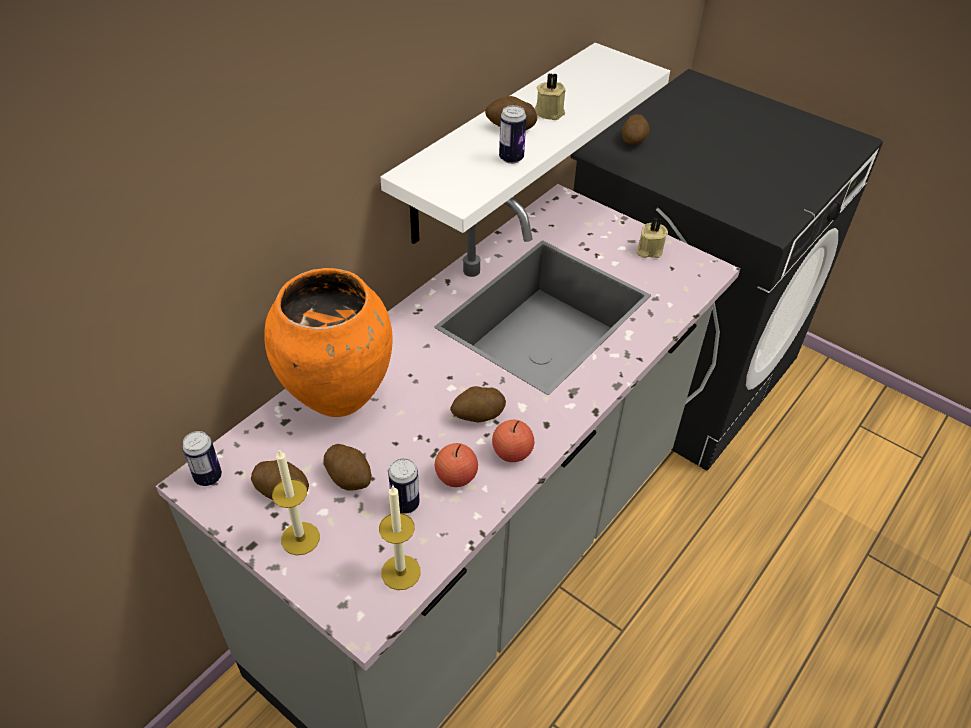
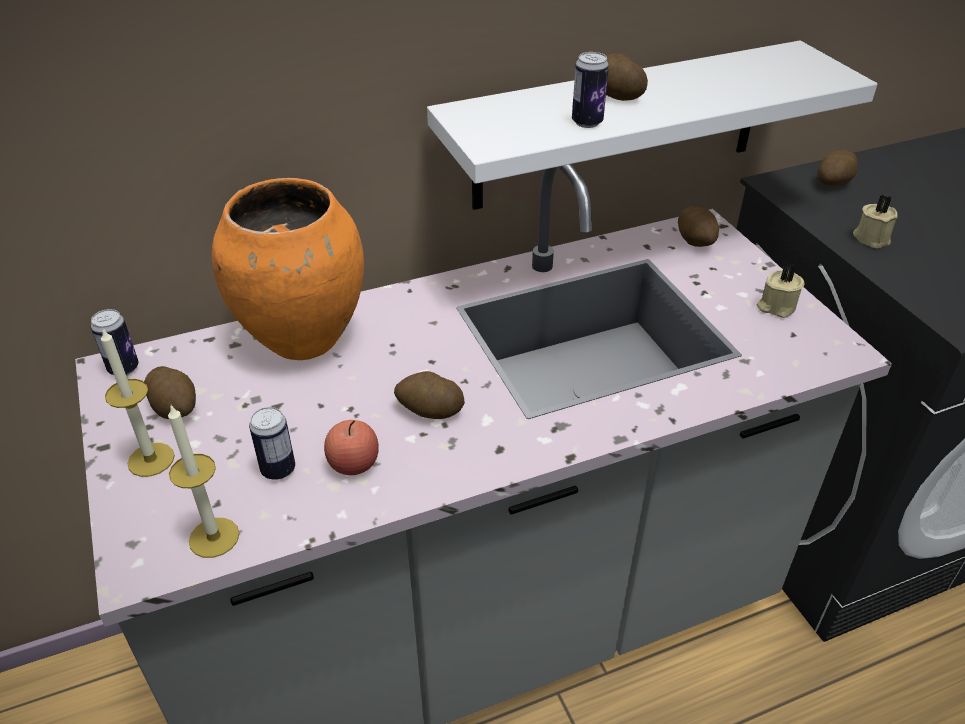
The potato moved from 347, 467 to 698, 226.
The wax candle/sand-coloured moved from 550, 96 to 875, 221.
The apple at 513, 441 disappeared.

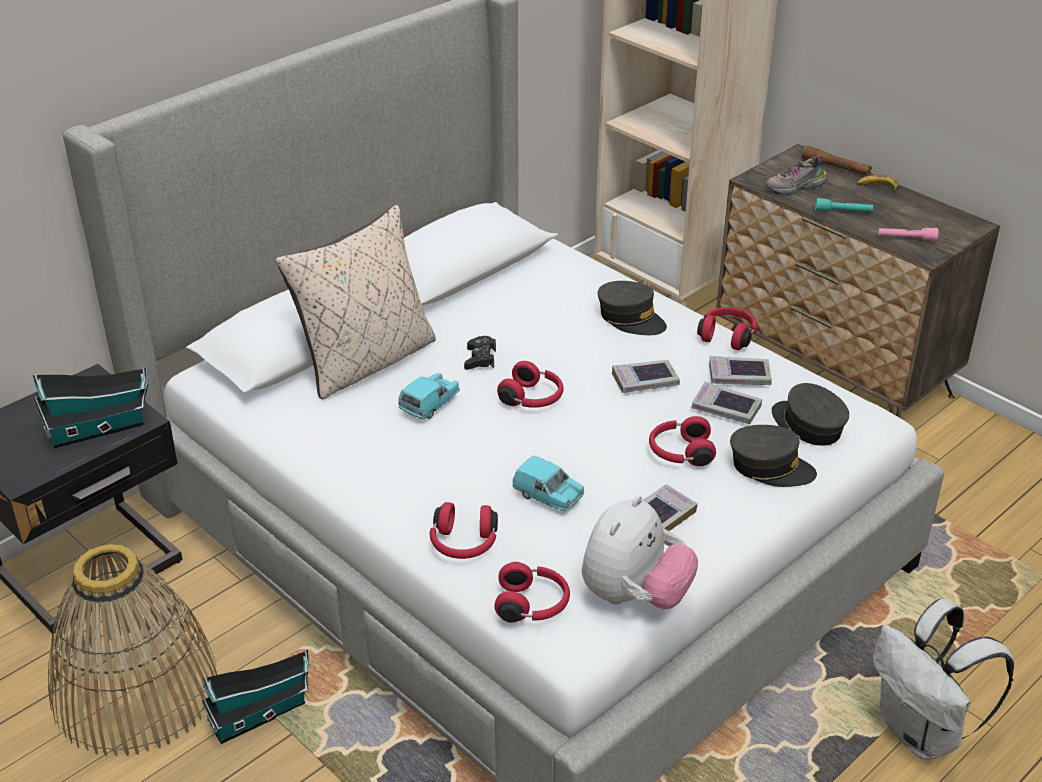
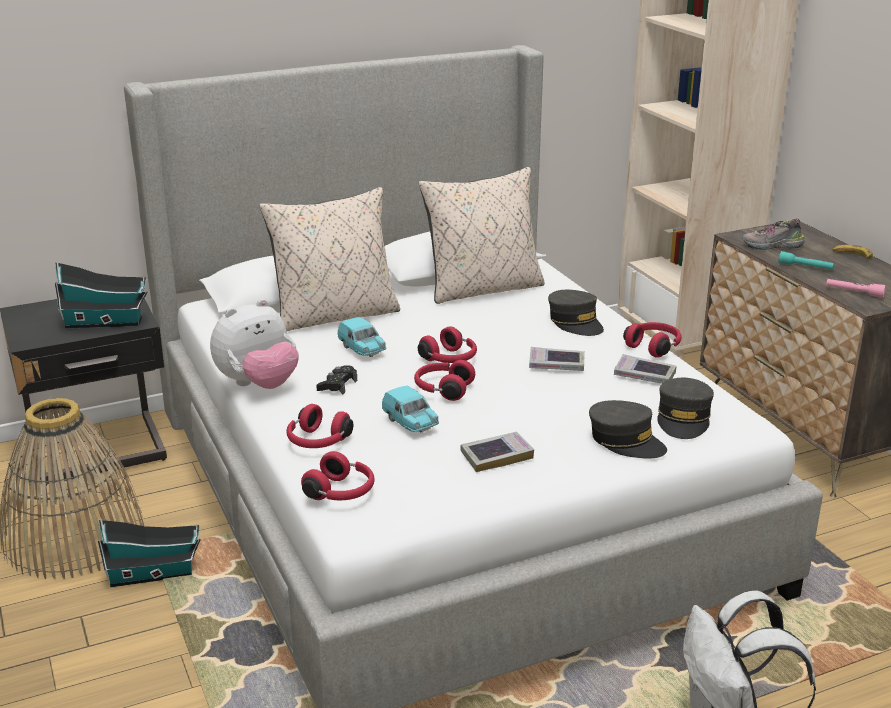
The soft toy moved from 640, 552 to 254, 344.
The gamepad/blackish moved from 480, 353 to 336, 379.
The toy car/blue-green at 429, 396 turned 90 degrees clockwise.
The pair of headphones/reddish moved from 682, 441 to 444, 380.
The cushion/sand-coloured at 481, 235 appeared.
The cap/gray at 810, 414 turned 150 degrees counterclockwise.
The bound book at 727, 403 disappeared.
The torch/brownish at 836, 161 disappeared.

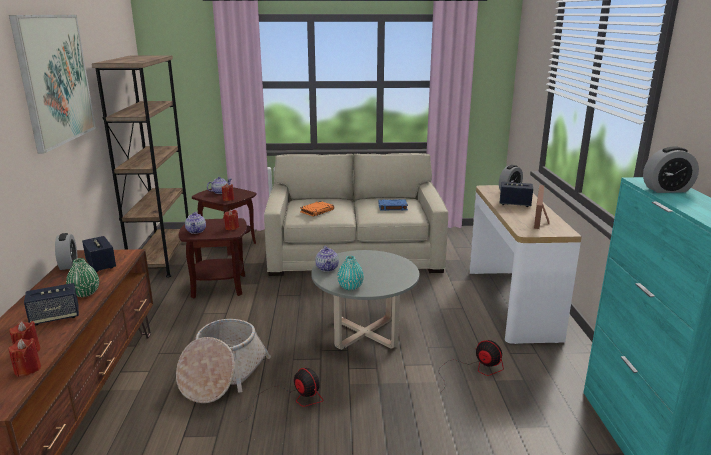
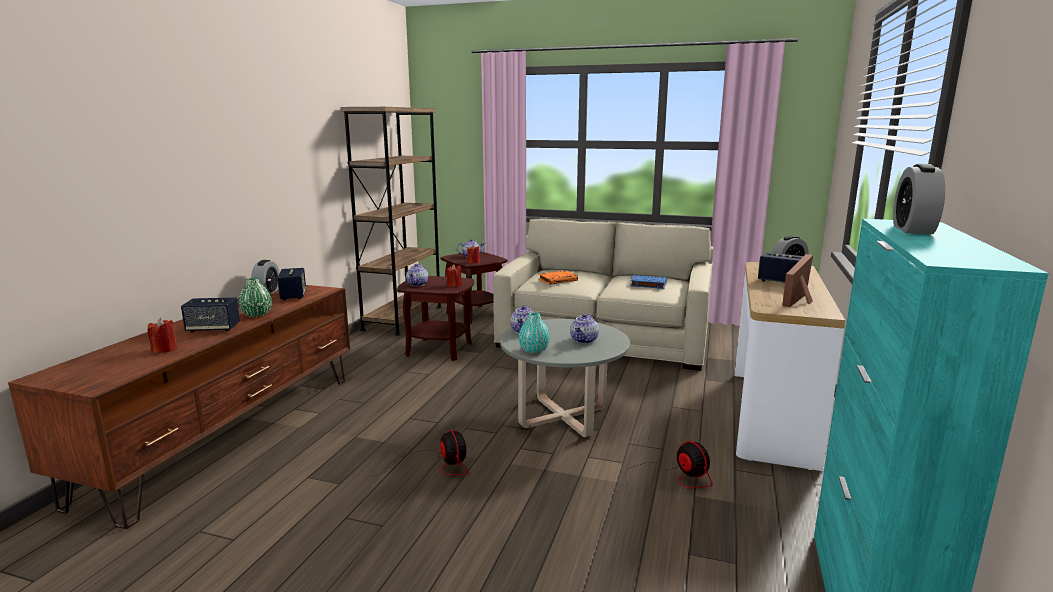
The tea pot at 584, 329 appeared.
The alarm clock at 671, 169 turned 90 degrees clockwise.
The wax candle/reddish at 24, 357 disappeared.
The wall picture at 52, 84 disappeared.
The basket at 223, 361 disappeared.

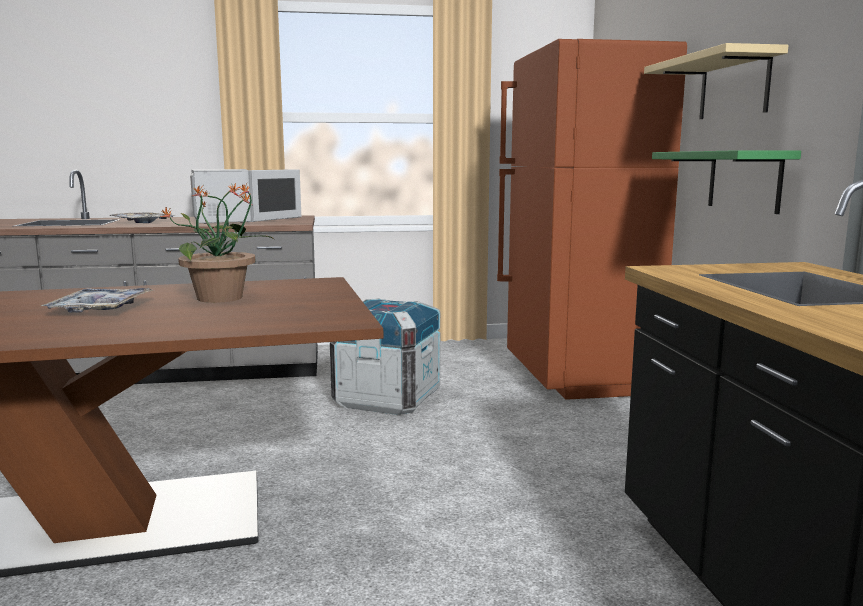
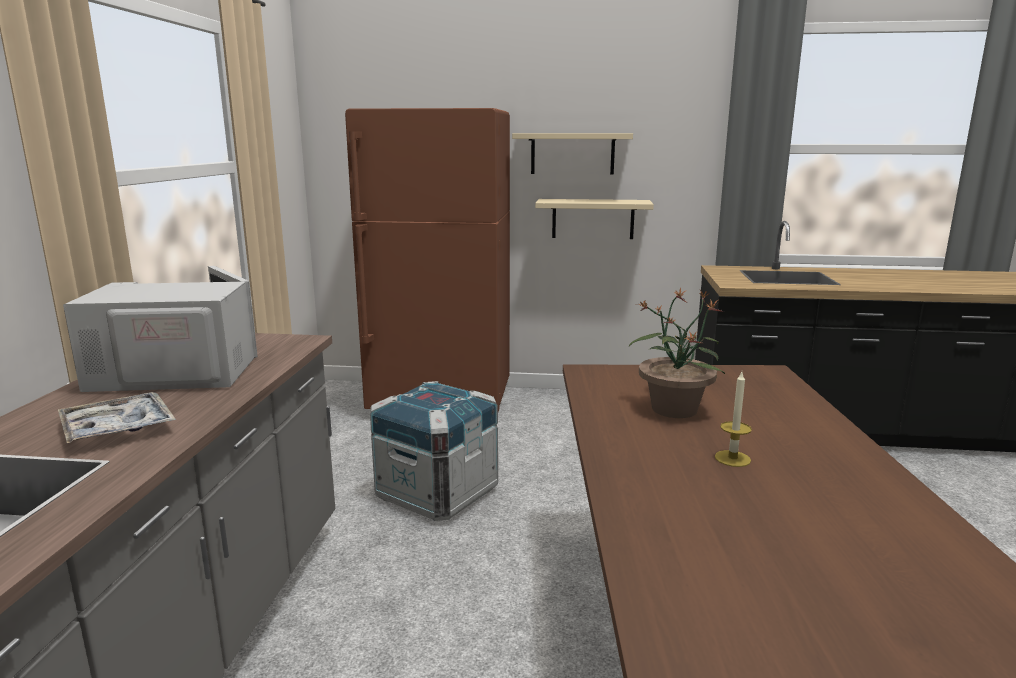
The bracket shelf/green-coloured at 726, 182 became the bracket shelf/sand-coloured at 594, 219.
The carrying tray at 97, 300 was replaced by the wax candle at 733, 419.

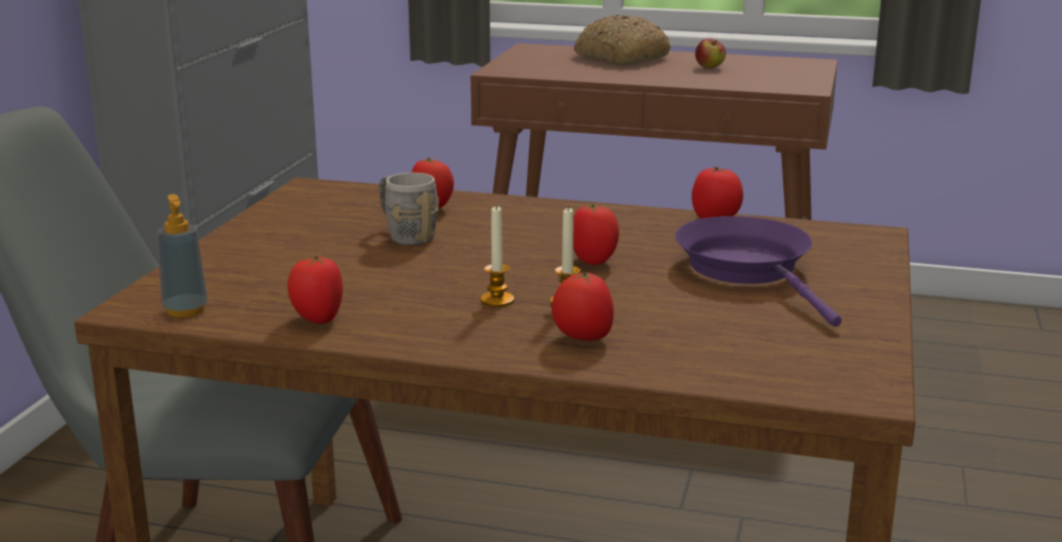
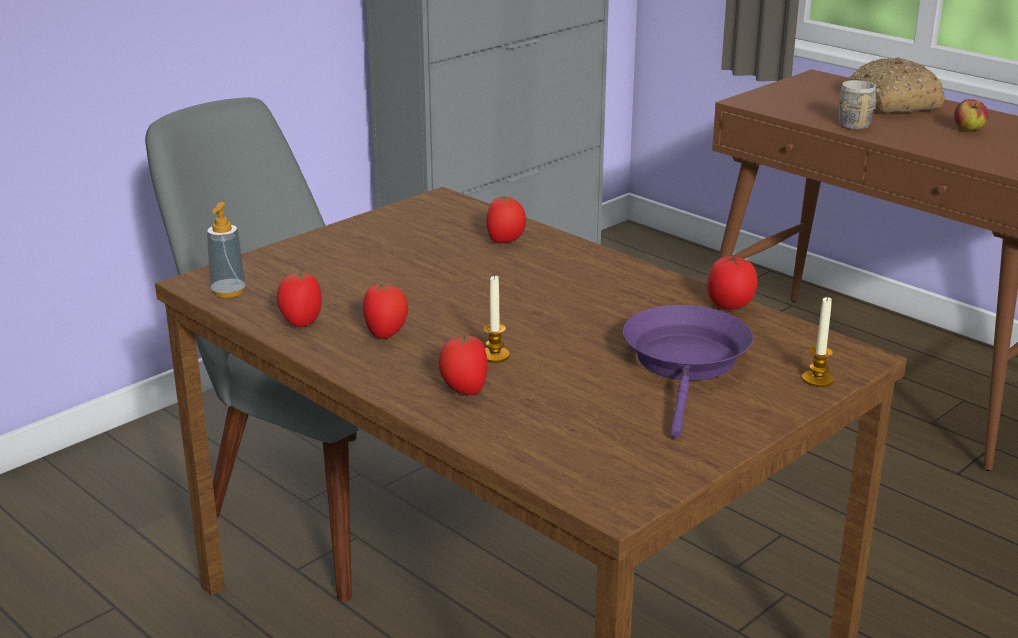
The fresh tomato moved from 596, 234 to 385, 310.
The wax candle moved from 497, 256 to 818, 341.
The mug/gray moved from 409, 209 to 858, 105.

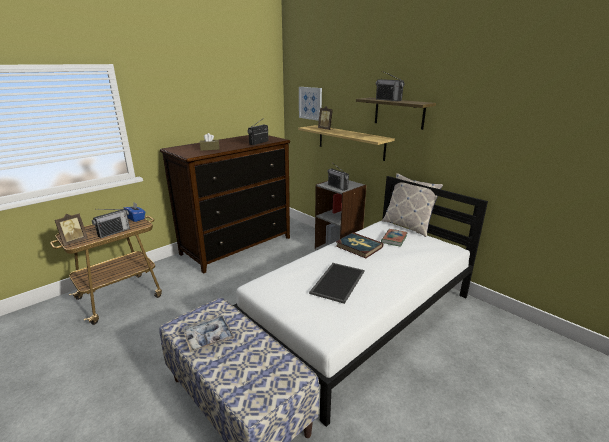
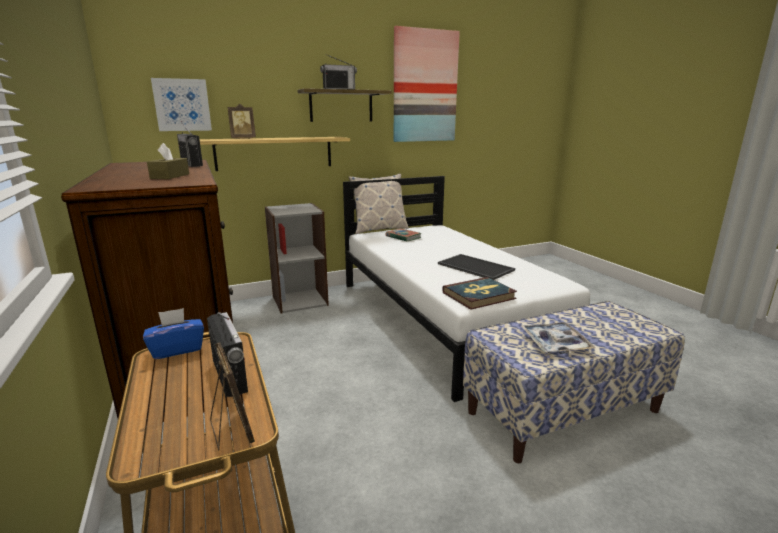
The wall picture at 427, 84 appeared.
The bound book moved from 360, 245 to 479, 293.
The radio receiver at 338, 177 disappeared.

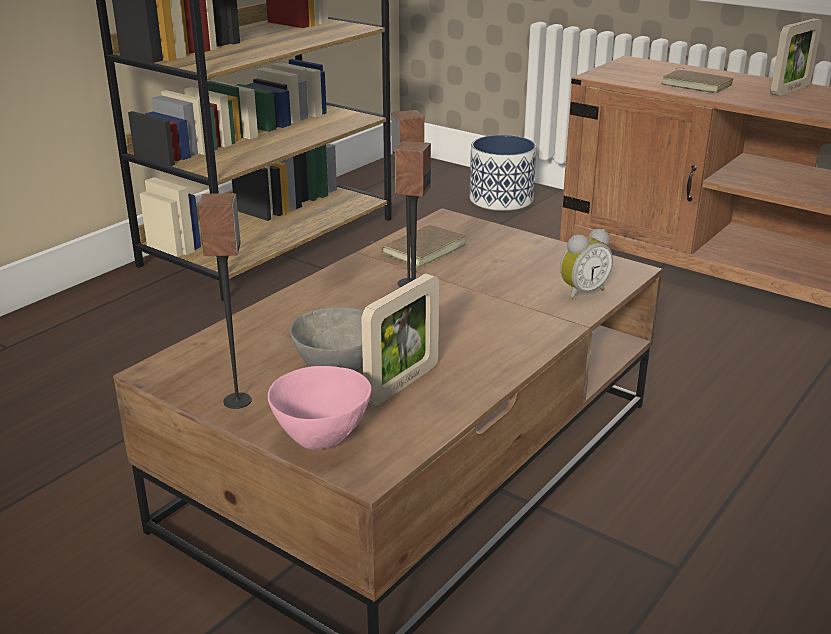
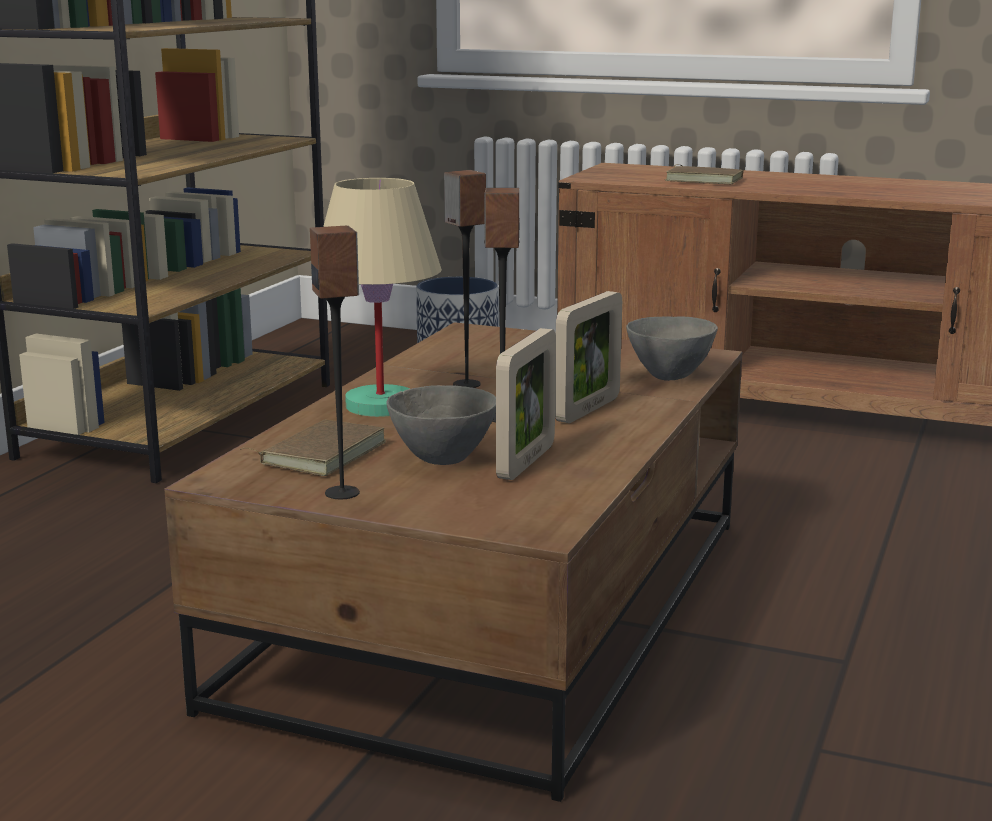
The bound book/brownish moved from 417, 246 to 313, 448.
The tabletop lamp/sand-coloured at 382, 297 appeared.
The picture frame moved from 796, 57 to 588, 357.
The alarm clock at 586, 264 was replaced by the serving bowl/gray at 672, 349.
The serving bowl/pink-coloured at 320, 408 disappeared.

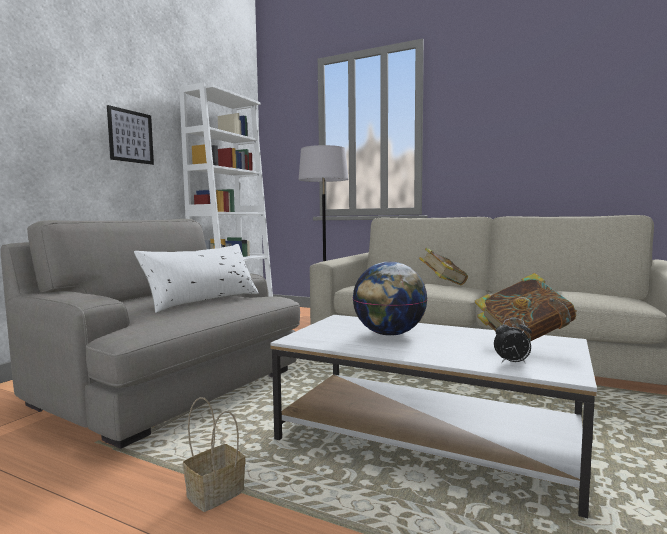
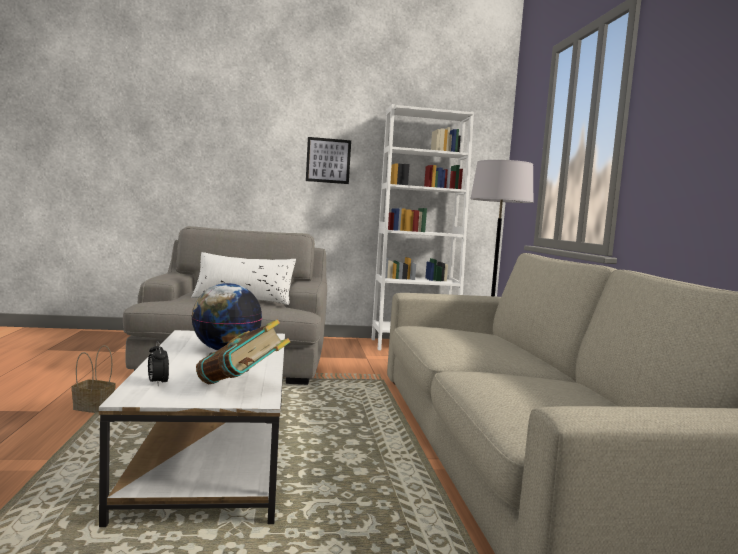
The bound book at 443, 266 disappeared.

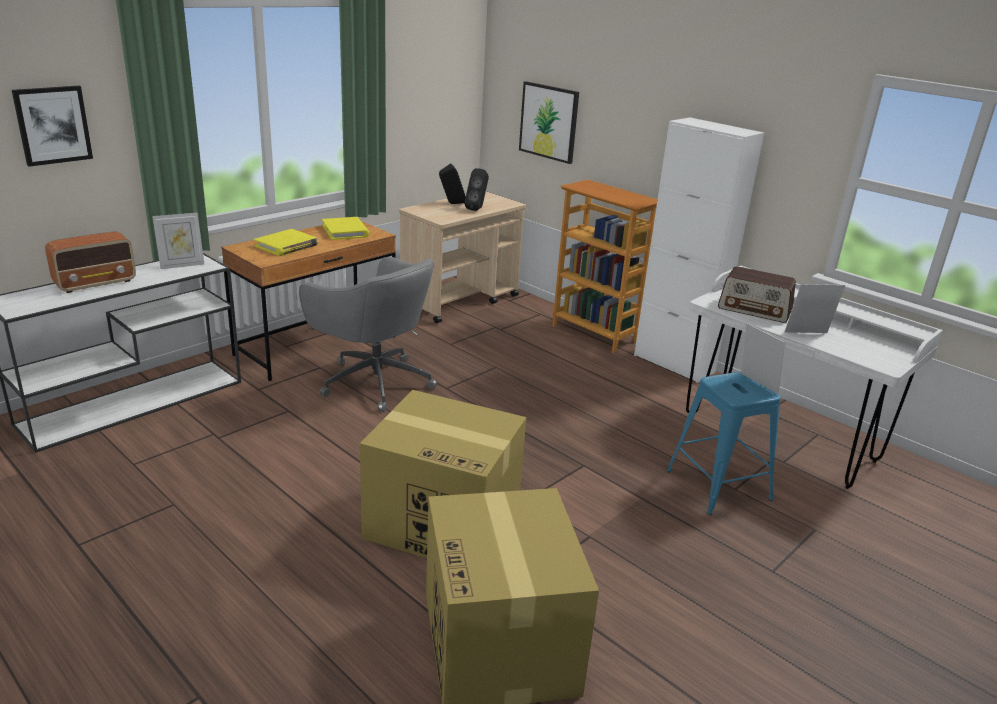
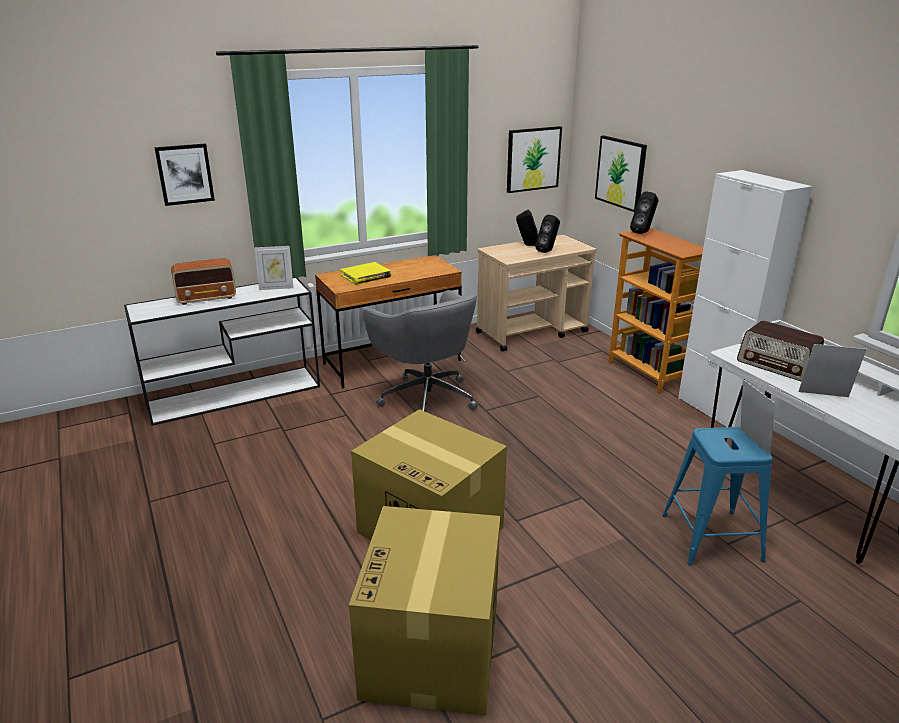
The wall picture at 534, 159 appeared.
The speaker/blackish at 644, 212 appeared.
The bound book/yellowish at 345, 228 disappeared.

